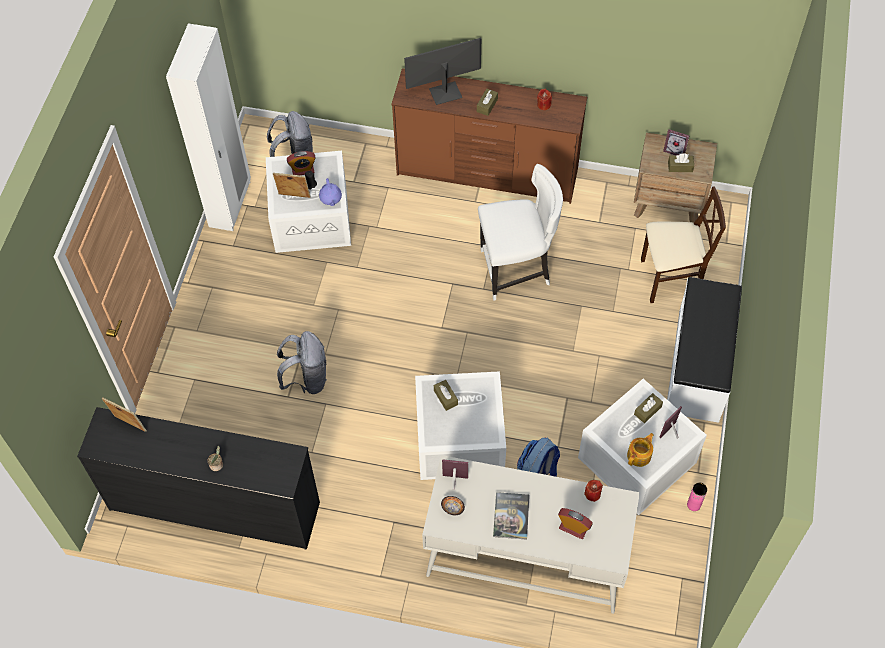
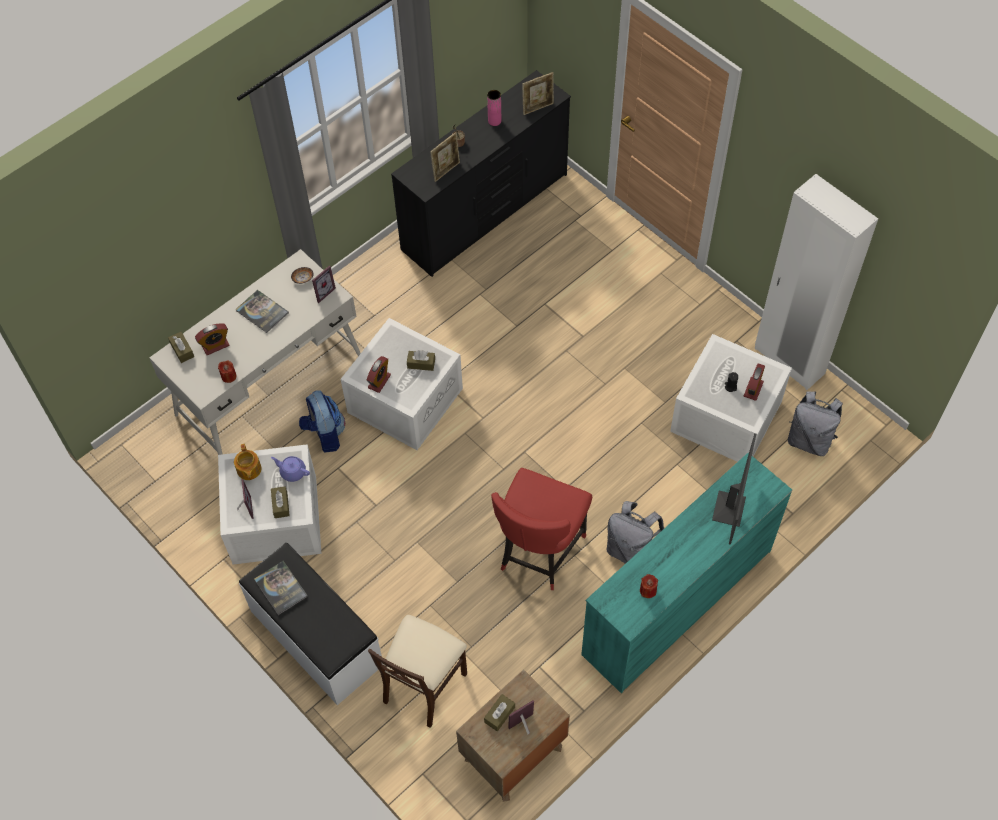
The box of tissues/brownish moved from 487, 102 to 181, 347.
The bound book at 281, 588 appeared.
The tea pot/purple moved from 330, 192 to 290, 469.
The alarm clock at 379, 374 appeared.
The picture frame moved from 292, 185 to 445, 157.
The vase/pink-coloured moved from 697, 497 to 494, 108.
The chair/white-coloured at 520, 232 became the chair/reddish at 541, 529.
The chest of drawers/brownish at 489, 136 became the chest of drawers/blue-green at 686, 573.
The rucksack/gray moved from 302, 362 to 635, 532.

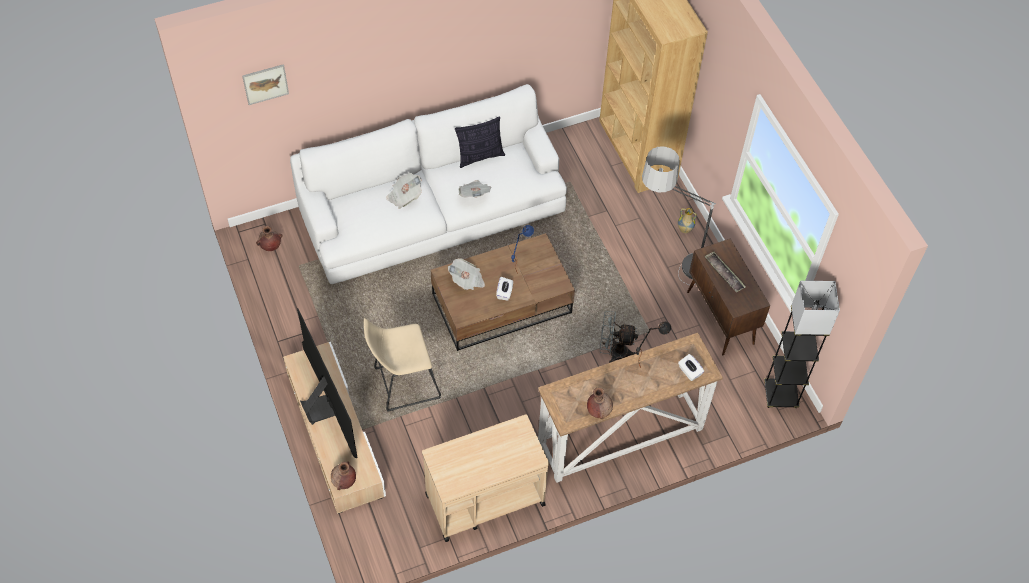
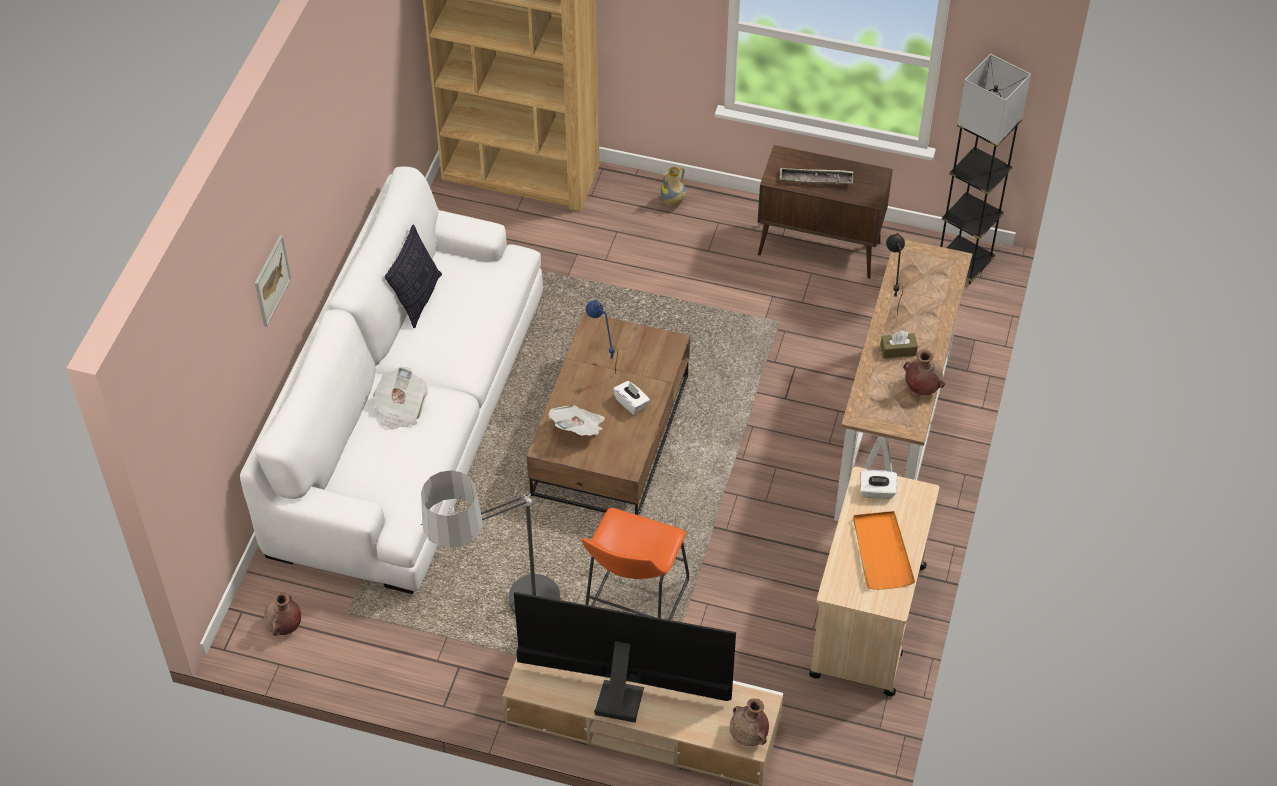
The wall picture moved from 265, 84 to 273, 281.
The standing lamp moved from 679, 215 to 491, 541.
The sitting stool/sand-coloured at 402, 365 became the sitting stool/orangey at 635, 564.
The carrying tray/orangey at 884, 550 appeared.
The box of tissues/white-coloured moved from 691, 367 to 879, 484.
The box of tissues/brownish at 899, 344 appeared.
The daily paper at 474, 189 disappeared.
The fan/gray at 619, 337 disappeared.

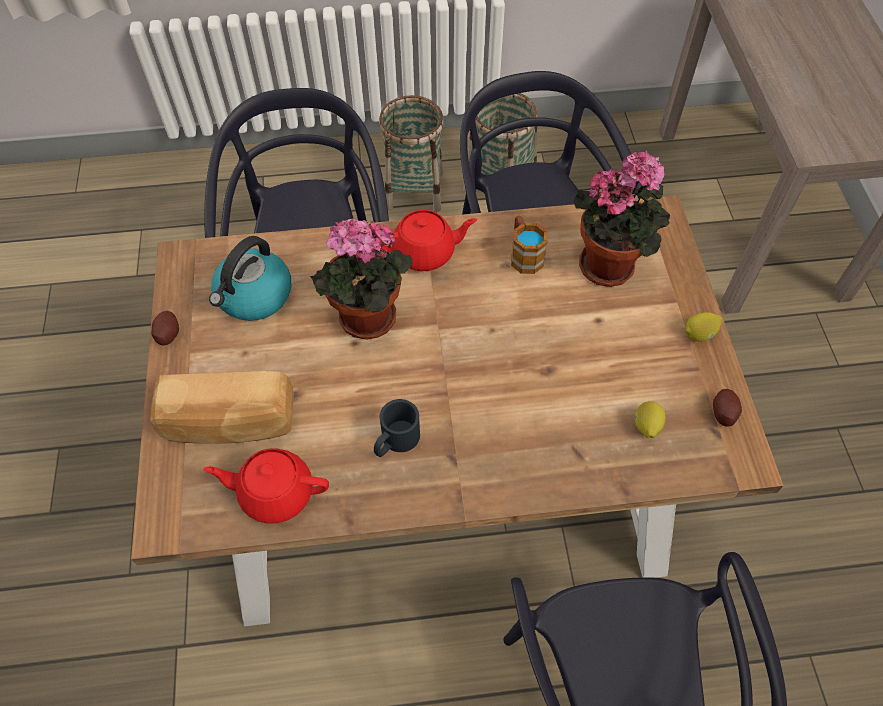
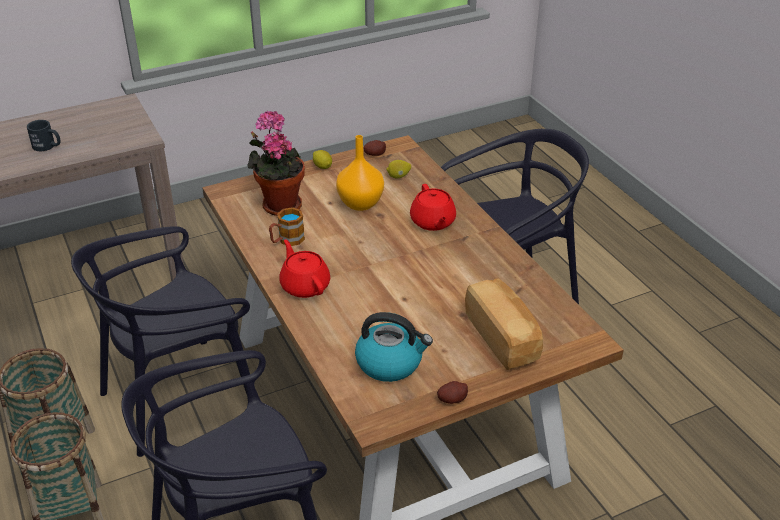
The mug/blackish moved from 397, 428 to 43, 135.
The vase/orangey at 360, 173 appeared.
The tea pot/reddish moved from 266, 486 to 433, 207.
The potted plant at 361, 279 disappeared.

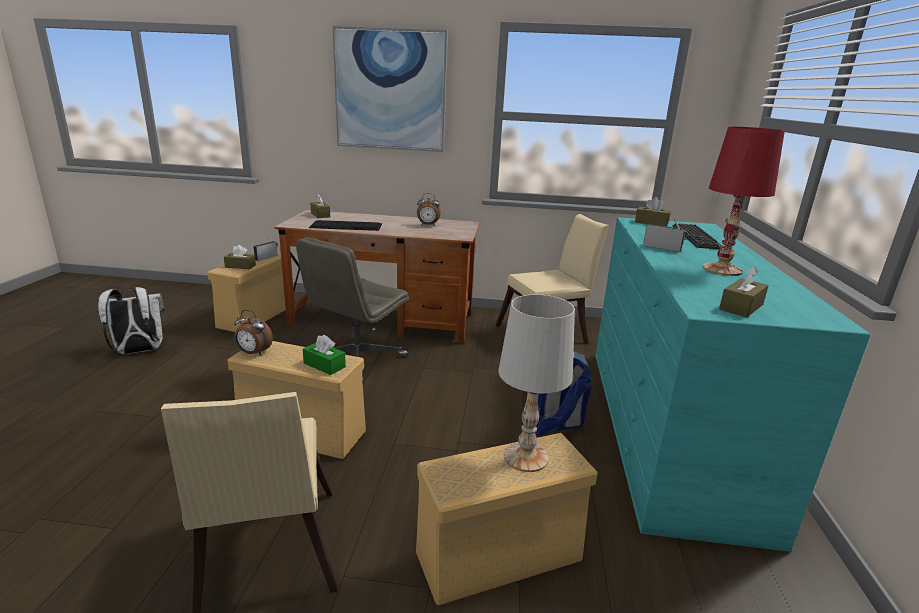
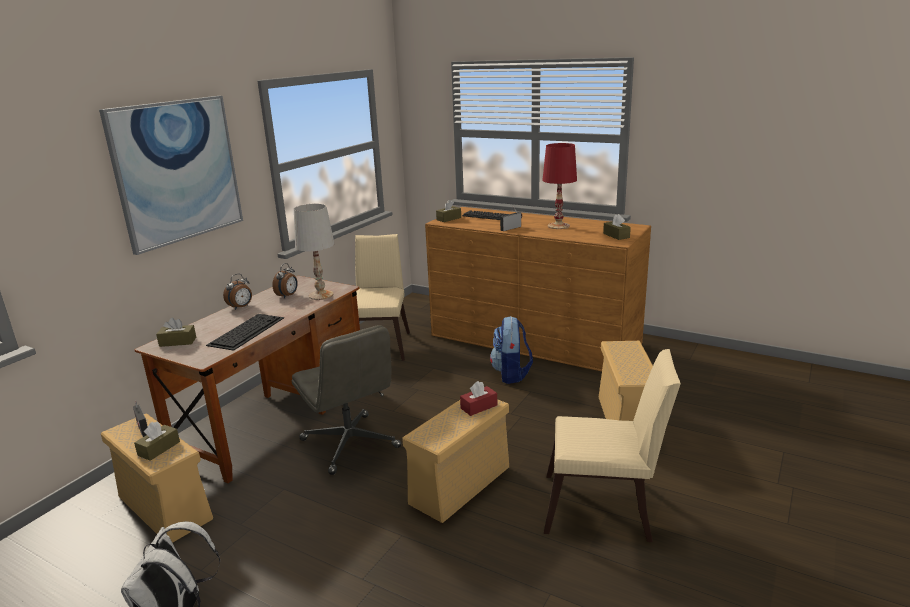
The alarm clock moved from 253, 332 to 237, 292.
The tabletop lamp/white-coloured moved from 537, 383 to 314, 252.
The chest of drawers/blue-green at 733, 384 became the chest of drawers/brownish at 538, 289.
The box of tissues/green-coloured at 324, 355 became the box of tissues/reddish at 478, 398.

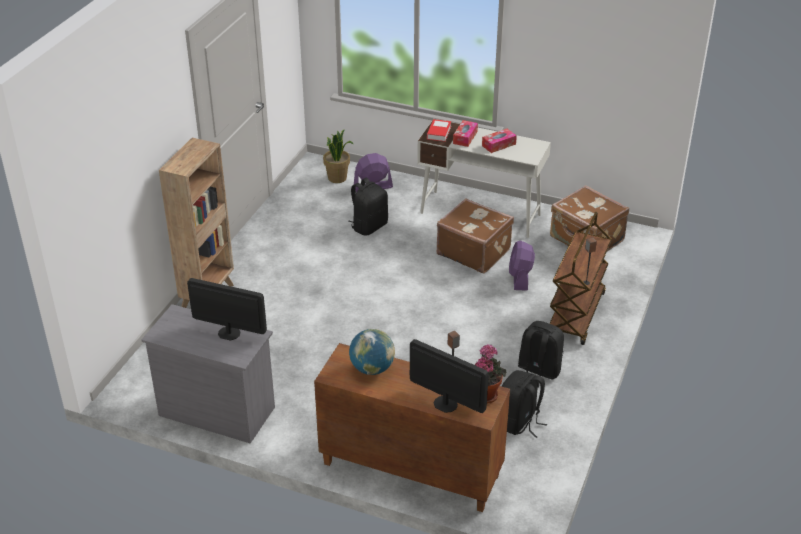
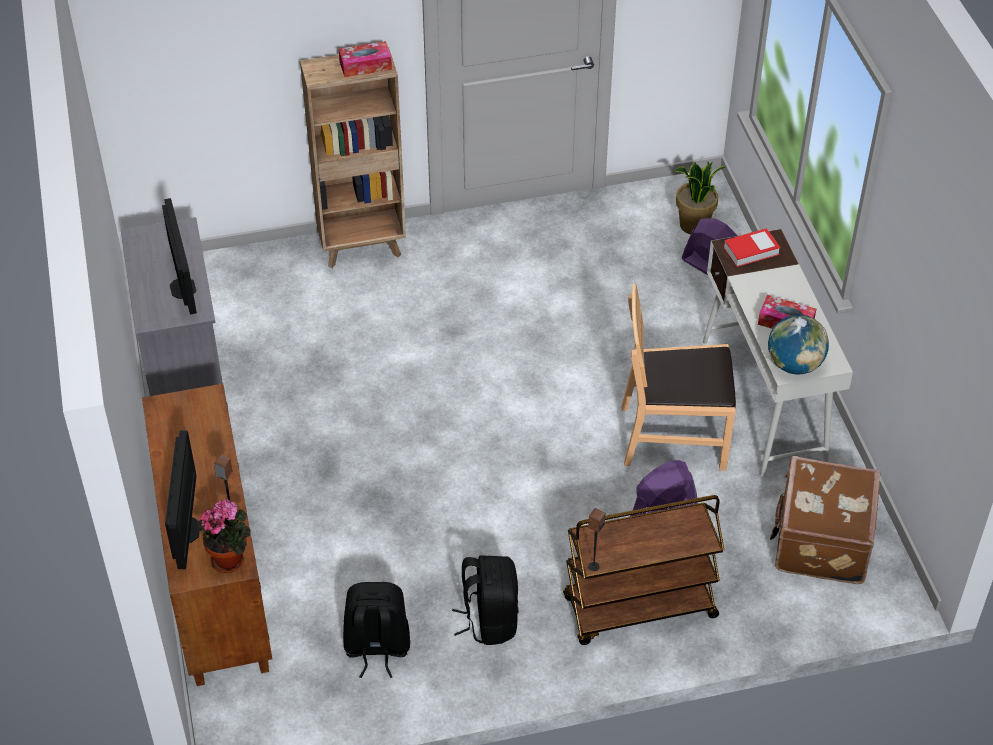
The box of tissues moved from 465, 133 to 365, 59.
The travel case/brownish at 475, 236 was replaced by the chair/brownish at 679, 377.
The globe moved from 372, 352 to 798, 344.
The rucksack/blackish at 368, 207 disappeared.

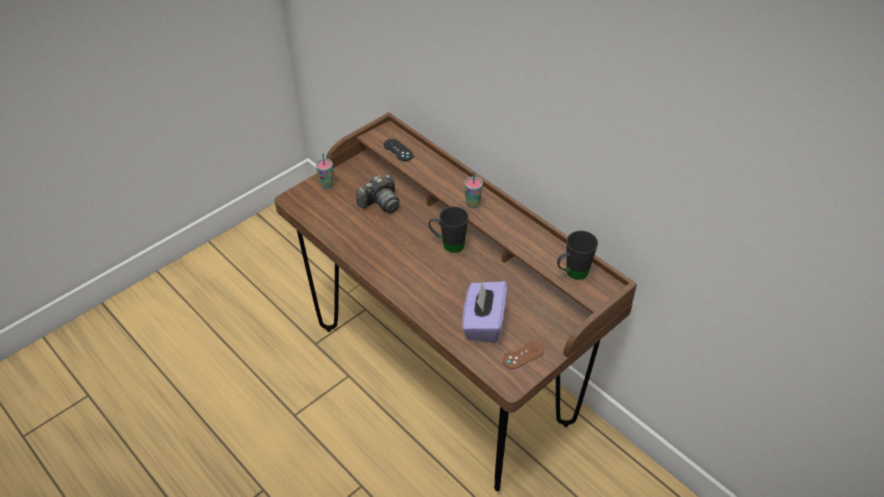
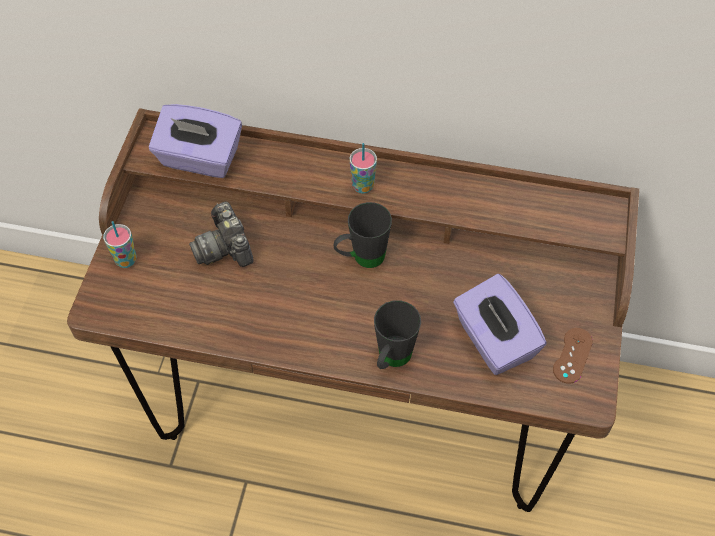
The gamepad/blackish at 398, 150 was replaced by the box of tissues/purple at 195, 141.
The photo camera at 378, 193 turned 135 degrees clockwise.
The mug/blackish moved from 577, 255 to 397, 334.

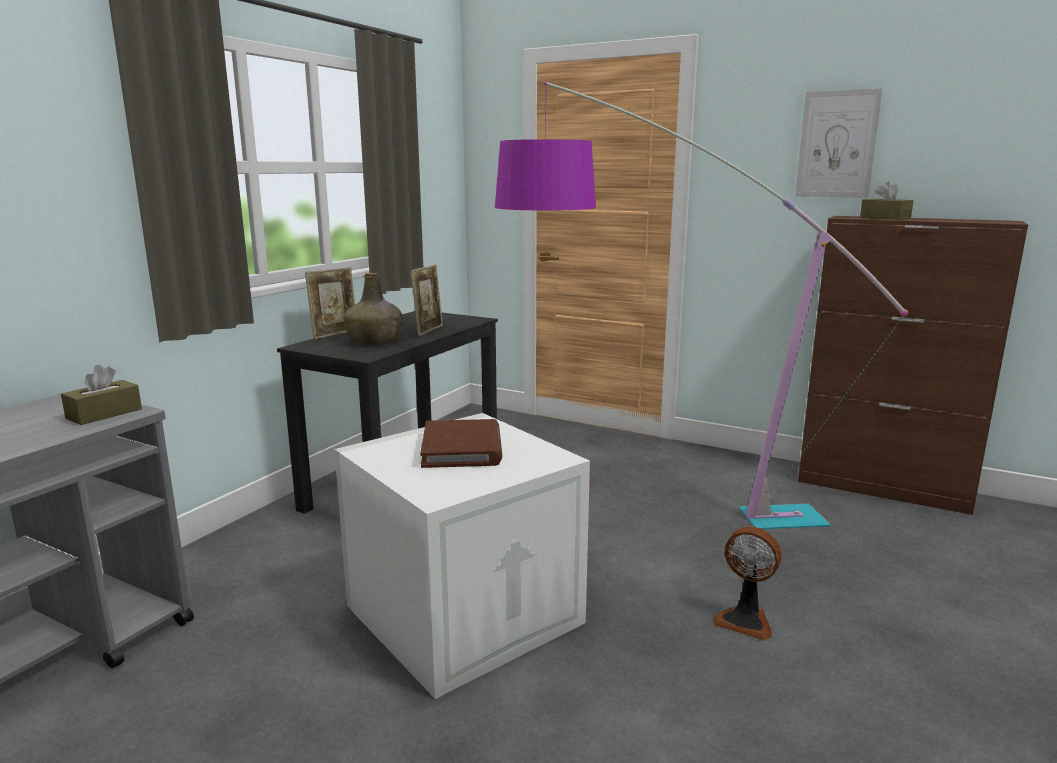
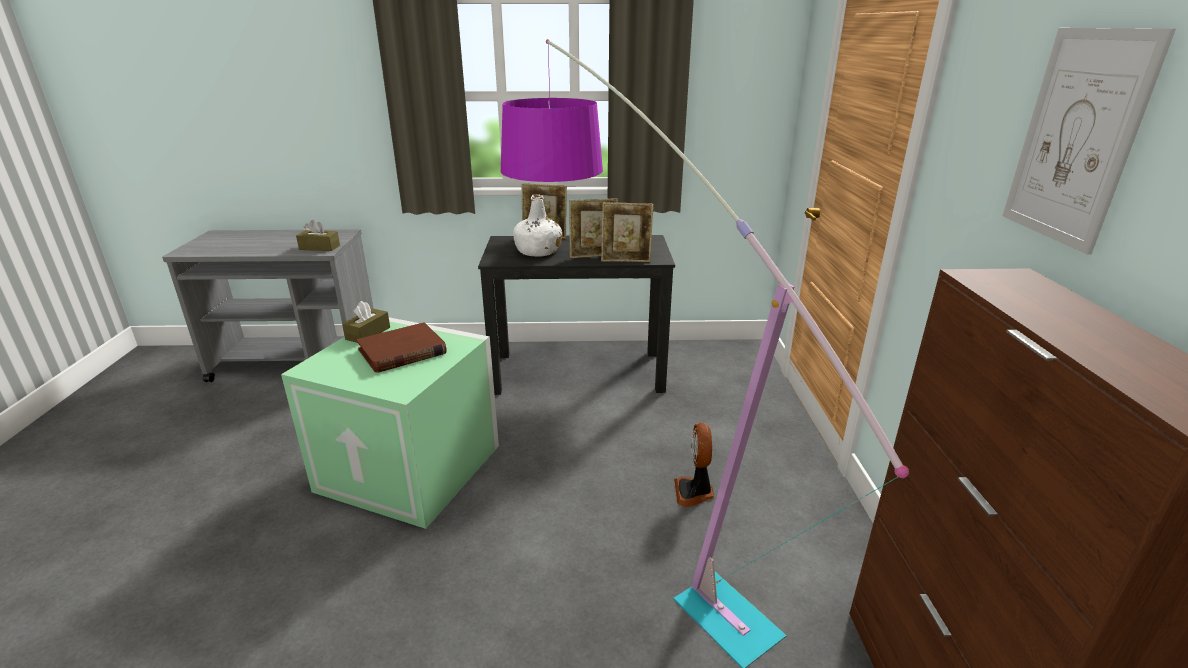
The storage bin/white-coloured at 462, 556 became the storage bin/green-coloured at 390, 423.
The box of tissues/brownish moved from 886, 201 to 366, 322.
The beverage bottle/green-coloured at 373, 309 became the beverage bottle/white-coloured at 537, 226.
The picture frame at 627, 232 appeared.
The fan moved from 747, 583 to 694, 465.

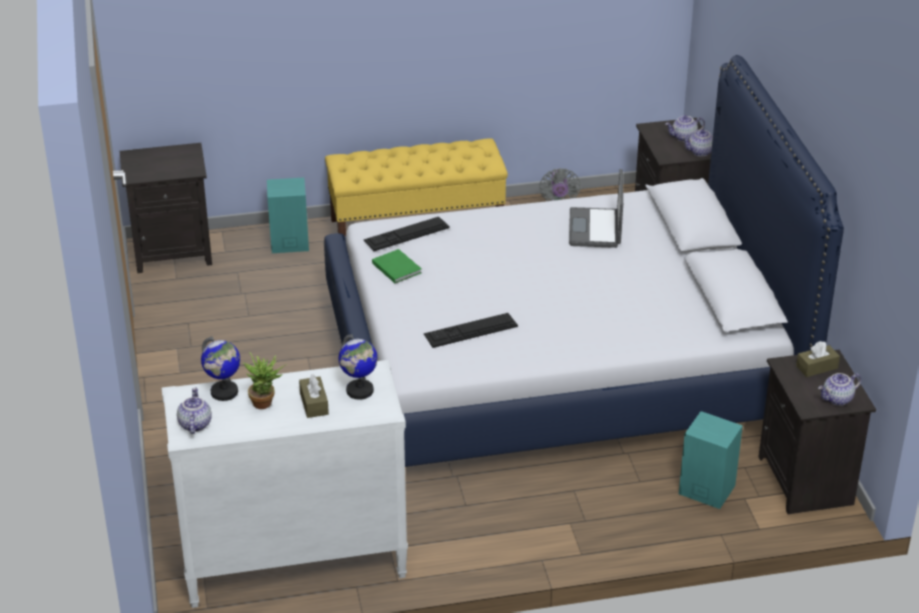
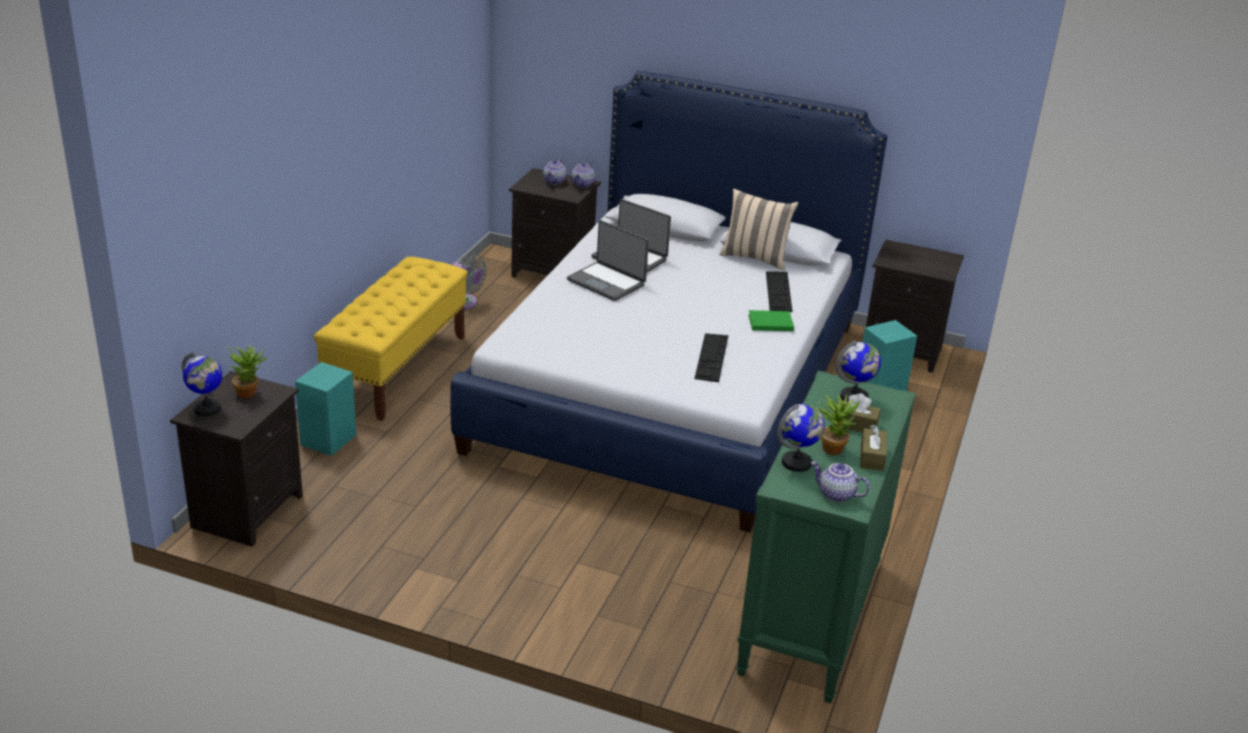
The globe at 202, 384 appeared.
The potted plant at 247, 371 appeared.
The laptop at 608, 260 appeared.
The cushion/sand-coloured at 758, 229 appeared.
The chest of drawers/white-coloured at 285, 484 became the chest of drawers/green-coloured at 826, 536.
The bound book/green-coloured moved from 397, 266 to 771, 320.
The computer keyboard moved from 407, 234 to 779, 291.
The box of tissues/brownish moved from 818, 359 to 873, 448.
The tea pot at 840, 389 disappeared.

